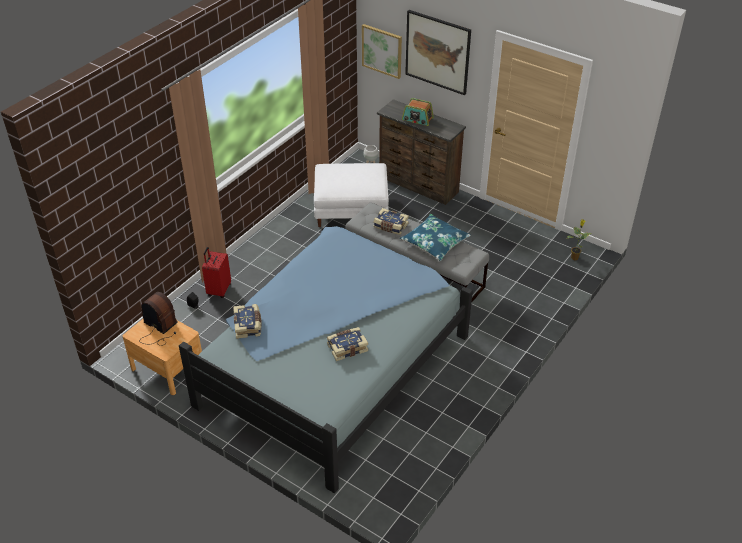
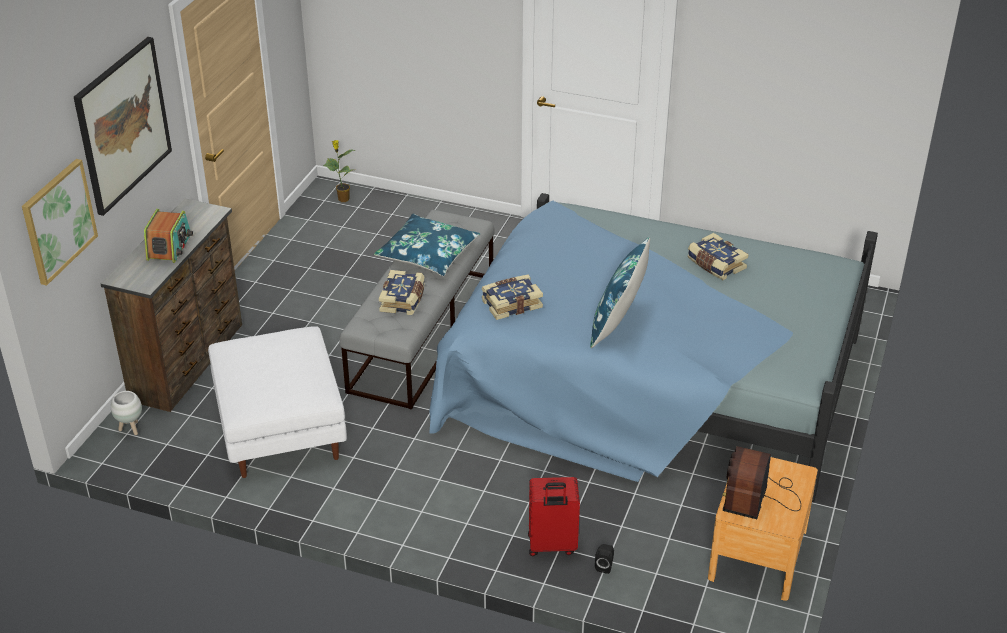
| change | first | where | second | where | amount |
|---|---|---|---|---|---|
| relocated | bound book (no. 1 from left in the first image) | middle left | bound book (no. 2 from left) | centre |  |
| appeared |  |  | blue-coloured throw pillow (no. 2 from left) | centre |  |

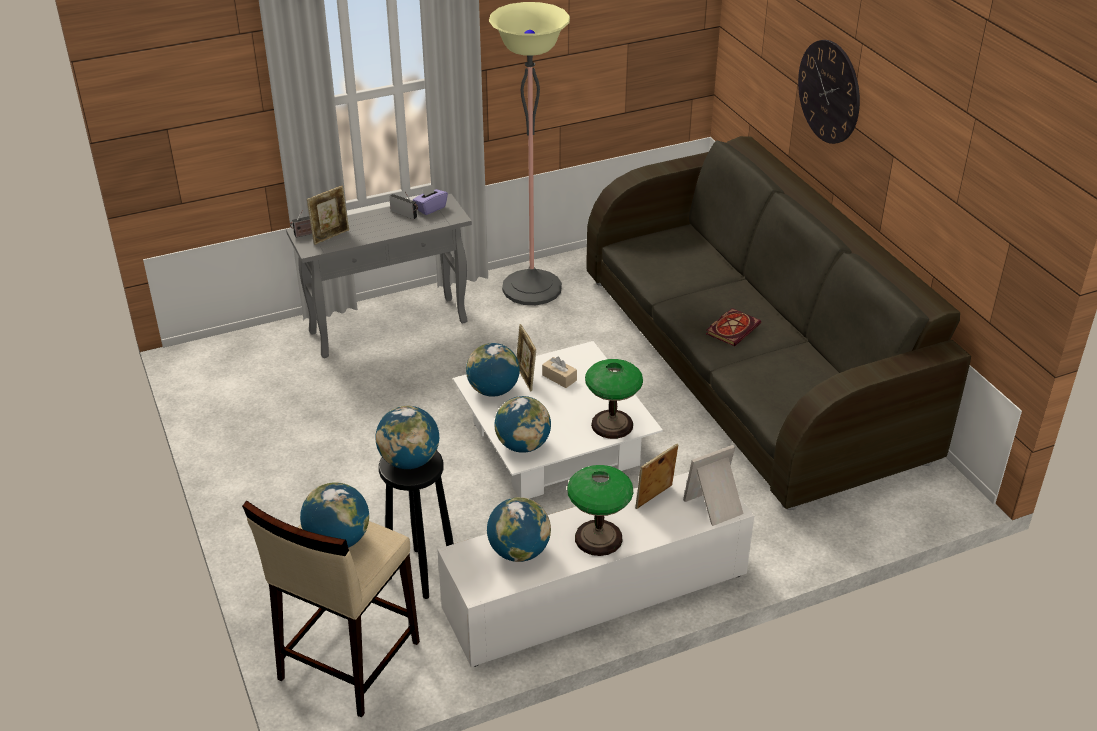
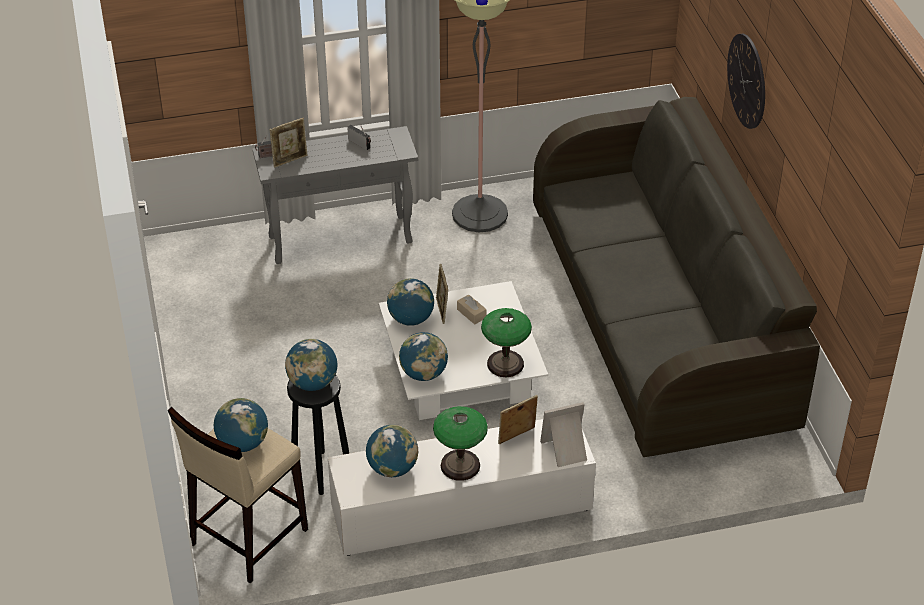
| change | first | where | second | where | amount |
|---|---|---|---|---|---|
| missing | purple tissue box | top centre |  |  |  |
| missing | bound book | middle right |  |  |  |

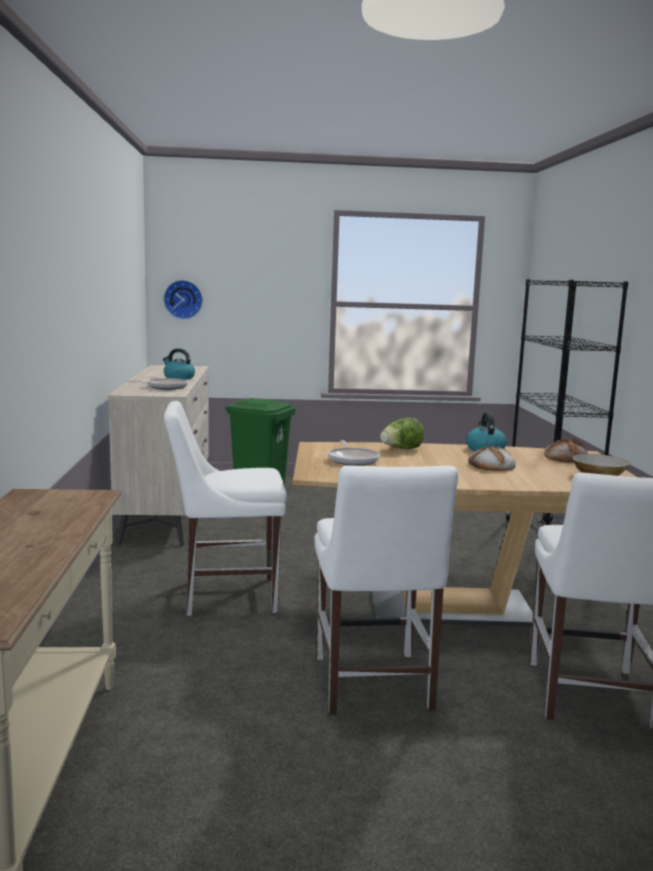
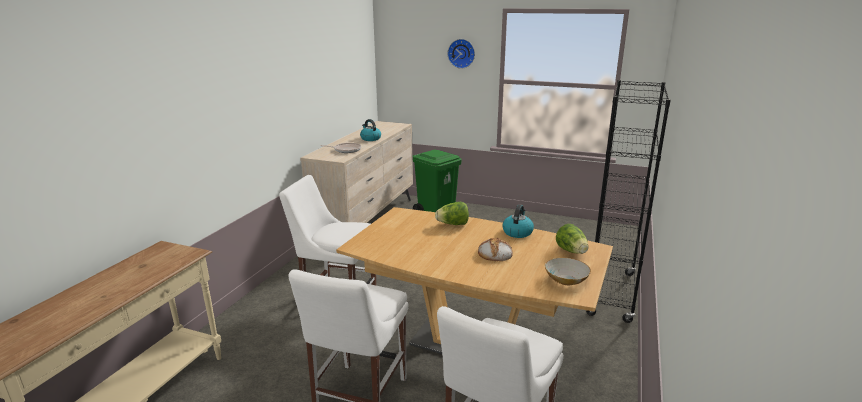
| change | first | where | second | where | amount |
|---|---|---|---|---|---|
| relocated | clock on the wall | middle left |  | top centre |  |
| exchanged | bread (no. 2 from left) | middle right | head of lettuce (no. 2 from left) | centre |  |
| missing | skillet (no. 2 from left) | centre |  |  |  |

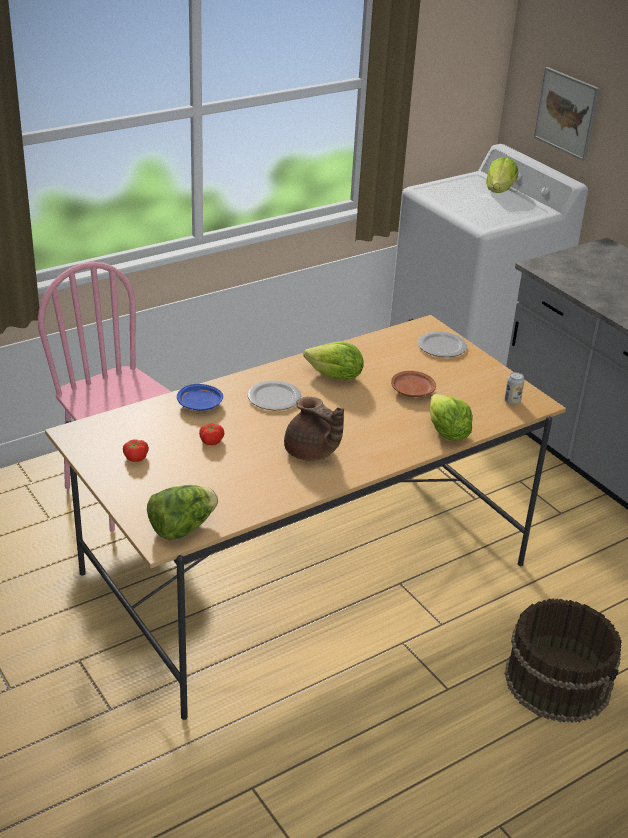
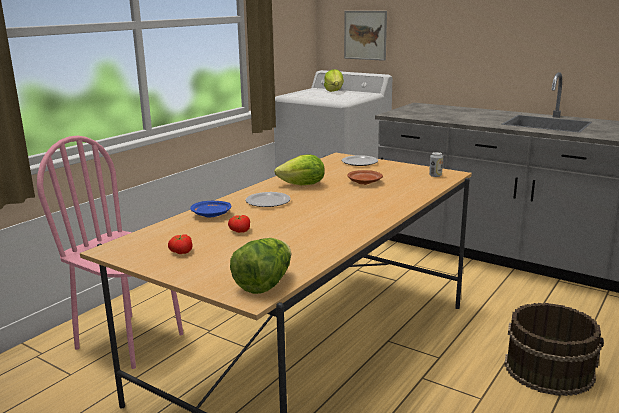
| change | first | where | second | where | amount |
|---|---|---|---|---|---|
| missing | head of lettuce (no. 3 from left) | middle right |  |  |  |
| missing | brown-coloured tea pot | centre |  |  |  |

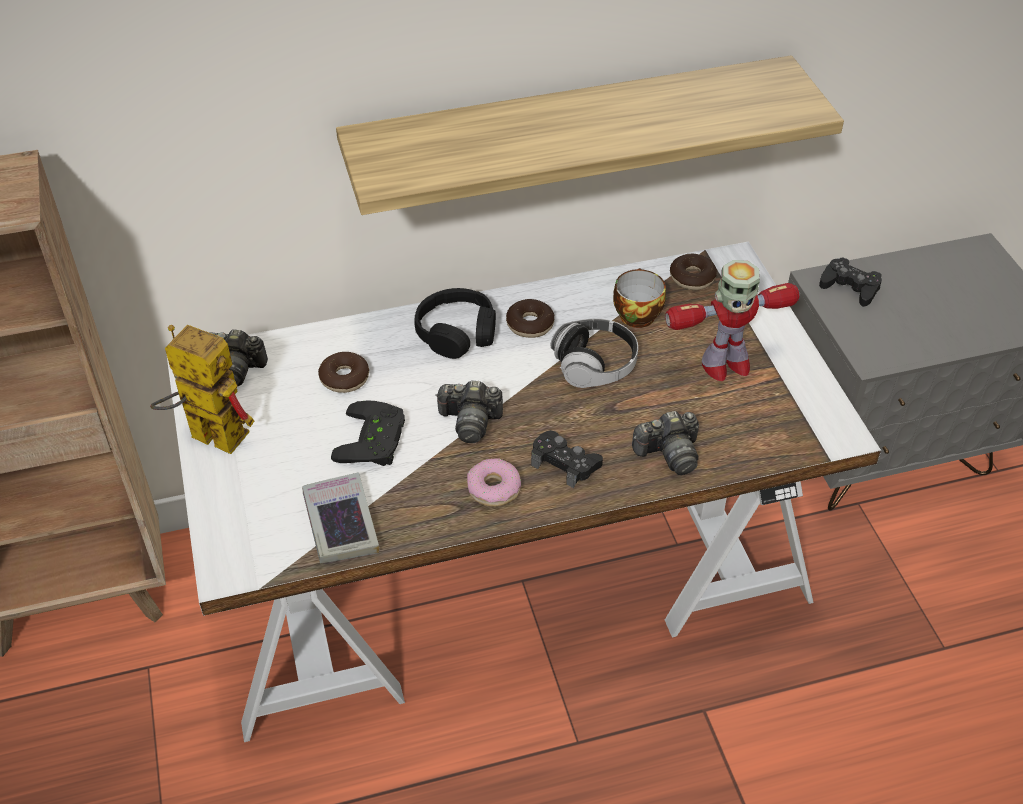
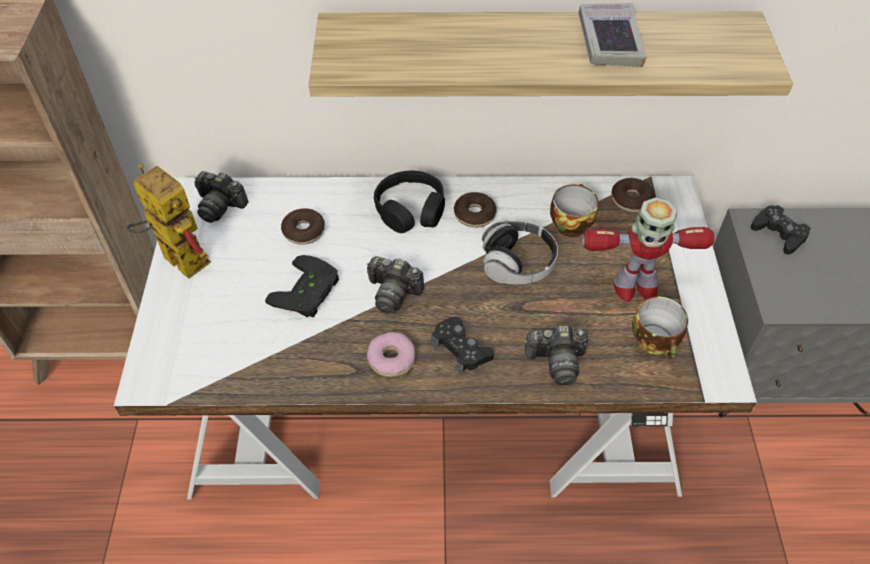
| change | first | where | second | where | amount |
|---|---|---|---|---|---|
| relocated | bound book | middle left |  | top right |  |
| appeared |  |  | cup (no. 2 from left) | middle right |  |

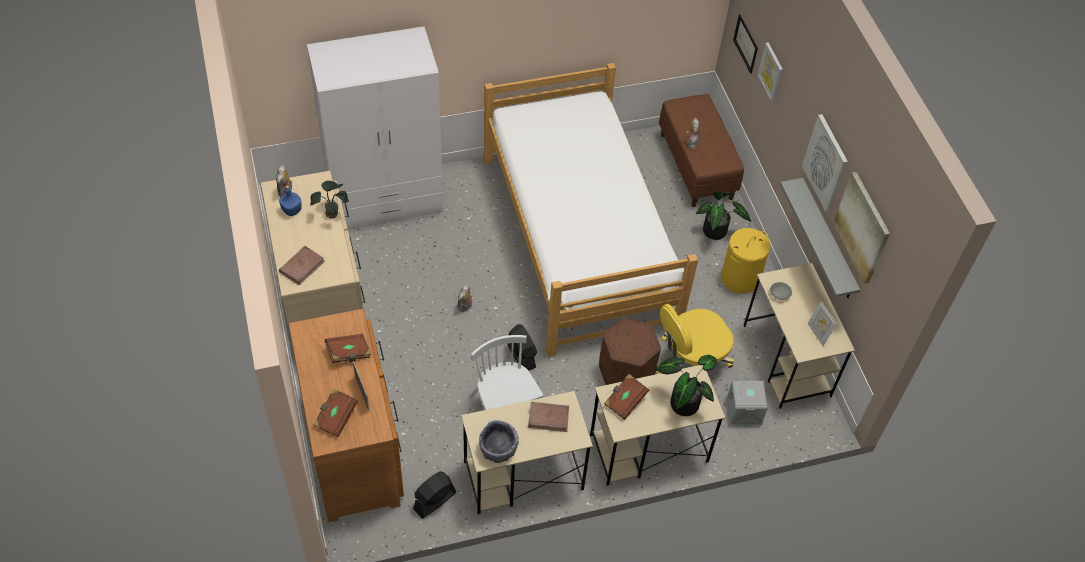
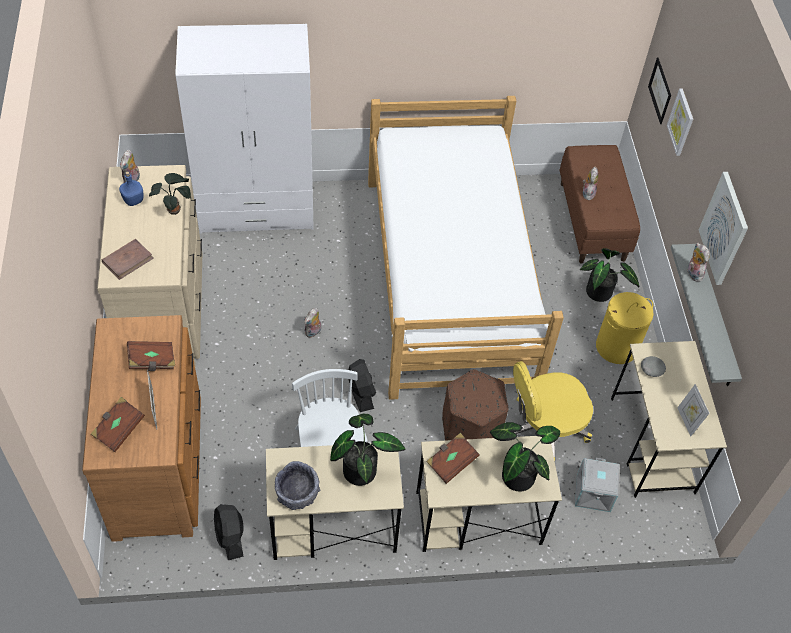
| change | first | where | second | where | amount |
|---|---|---|---|---|---|
| missing | wall picture (no. 4 from left) | middle right |  |  |  |
| exchanged | brown-coloured bound book (no. 4 from left) | bottom centre | potted plant (no. 2 from left) | bottom centre |  |
| spun | black fan (no. 1 from left) | bottom centre |  | bottom left | 75 degrees counterclockwise |
| appeared |  |  | soft toy (no. 4 from left) | middle right |  |

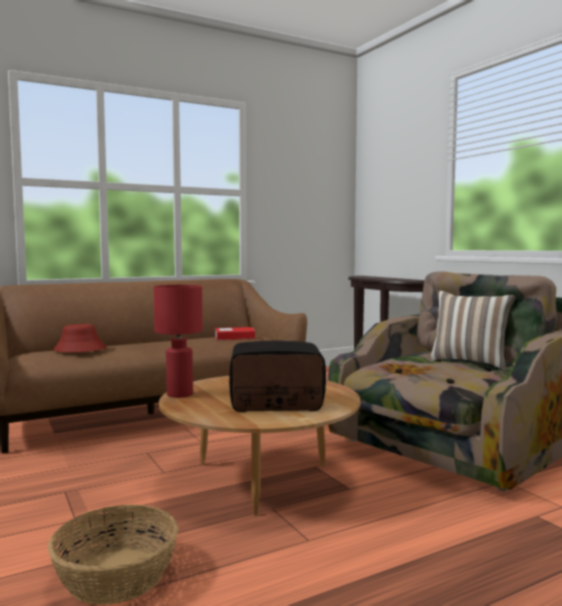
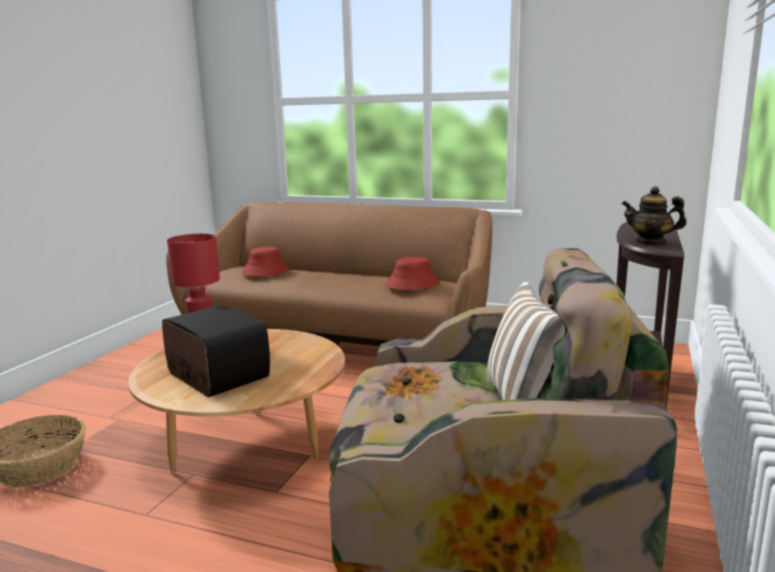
| change | first | where | second | where | amount |
|---|---|---|---|---|---|
| exchanged | bound book | centre | red-coloured wearable hat (no. 2 from left) | centre |  |
| appeared |  |  | tea pot | middle right |  |

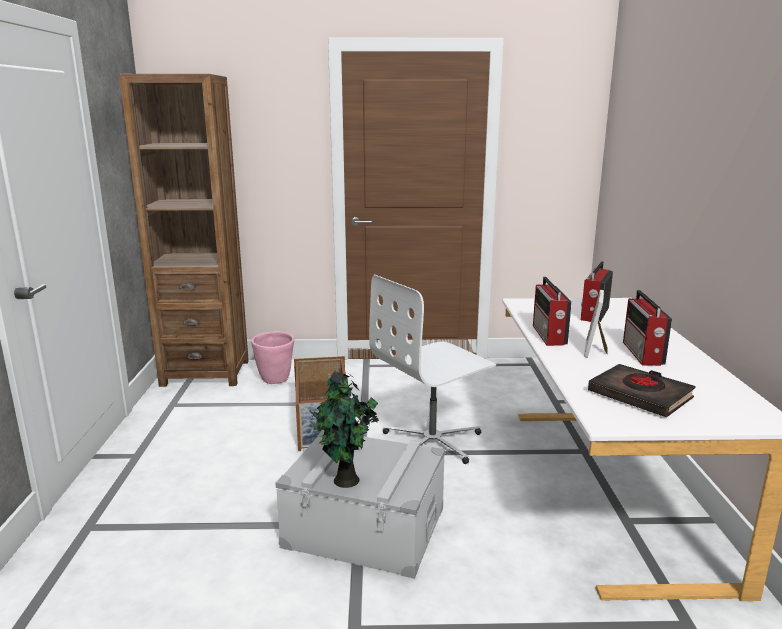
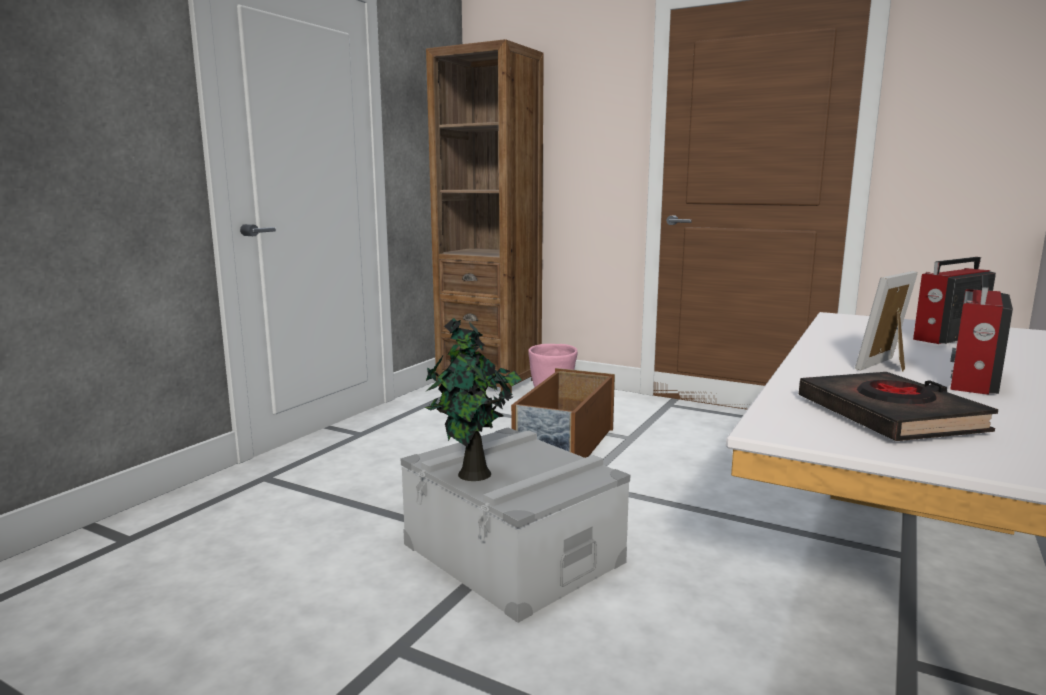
| change | first | where | second | where | amount |
|---|---|---|---|---|---|
| missing | white-coloured office chair | centre |  |  |  |
| missing | radio receiver (no. 1 from left) | middle right |  |  |  |

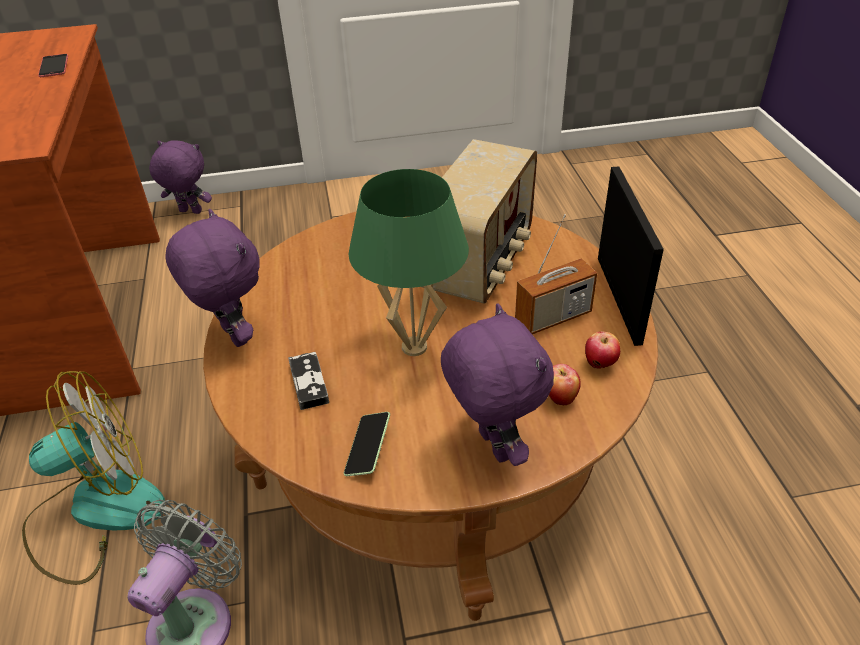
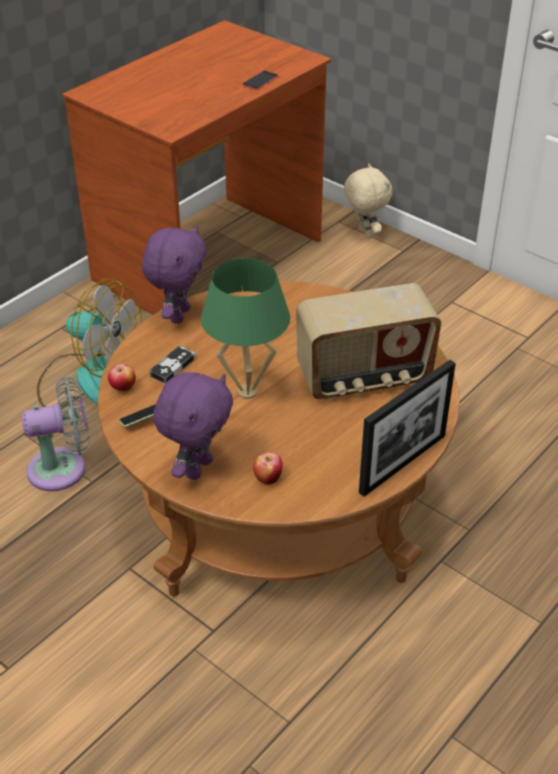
| change | first | where | second | where | amount |
|---|---|---|---|---|---|
| colour | purple soft toy (no. 1 from left) | top left | beige-coloured soft toy | top centre |  |
| missing | radio receiver (no. 2 from left) | centre |  |  |  |
| relocated | whole apple (no. 2 from left in the first image) | middle right | whole apple (no. 1 from left) | middle left |  |

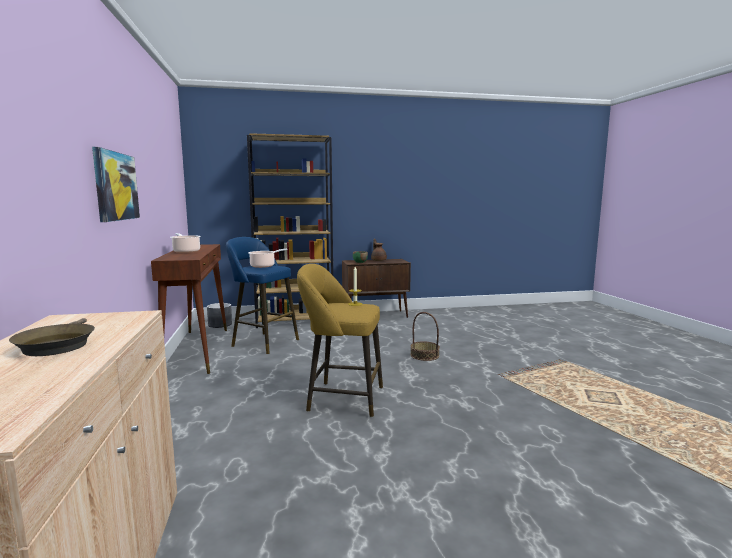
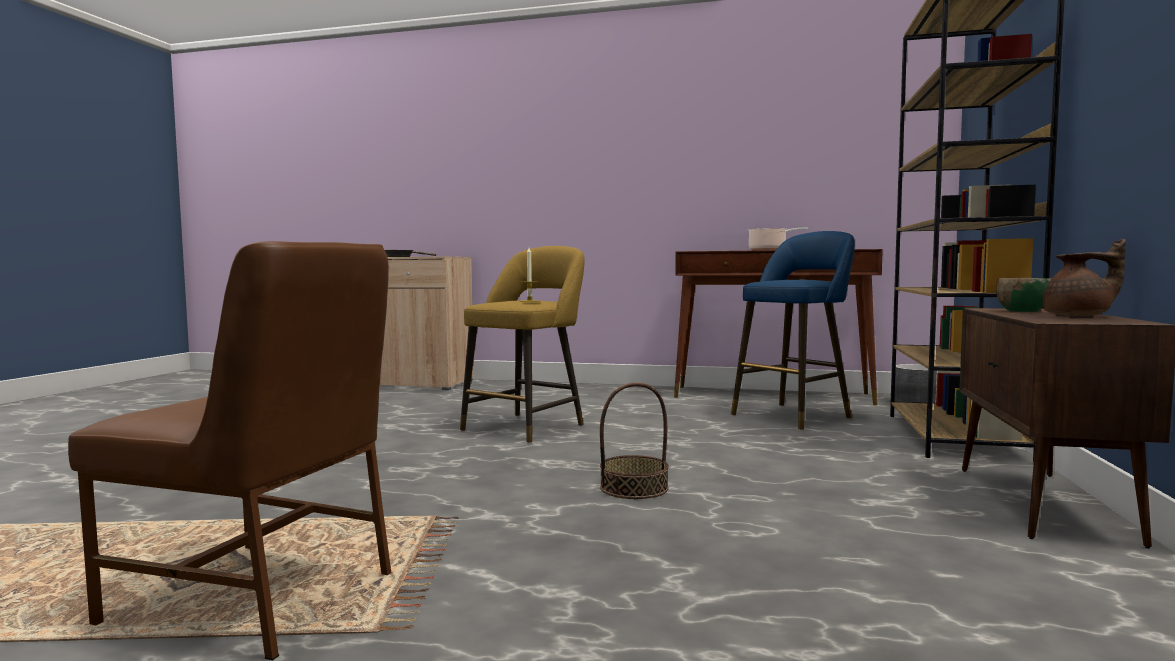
| change | first | where | second | where | amount |
|---|---|---|---|---|---|
| missing | wall picture | top left |  |  |  |
| missing | saucepot (no. 2 from left) | centre |  |  |  |
| appeared |  |  | brown-coloured plain chair | bottom left |  |

